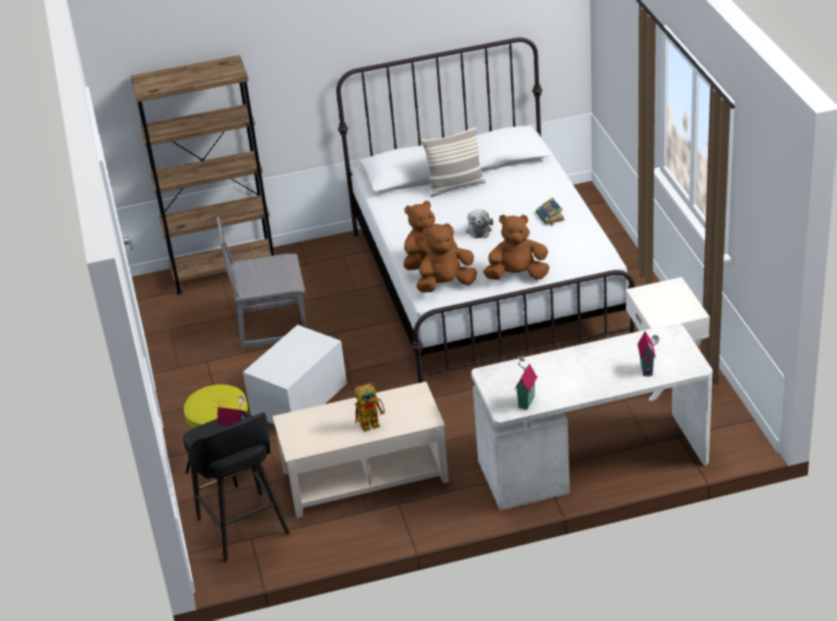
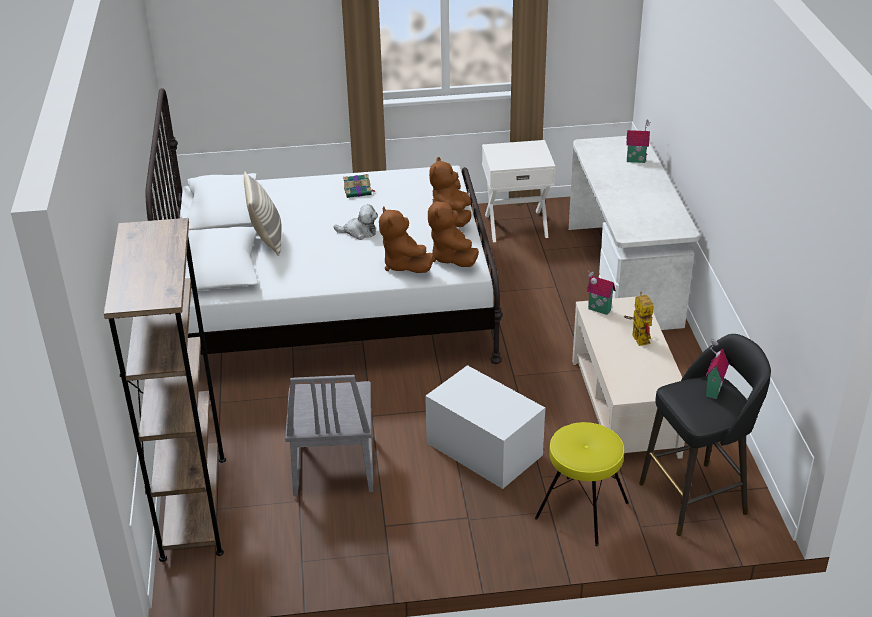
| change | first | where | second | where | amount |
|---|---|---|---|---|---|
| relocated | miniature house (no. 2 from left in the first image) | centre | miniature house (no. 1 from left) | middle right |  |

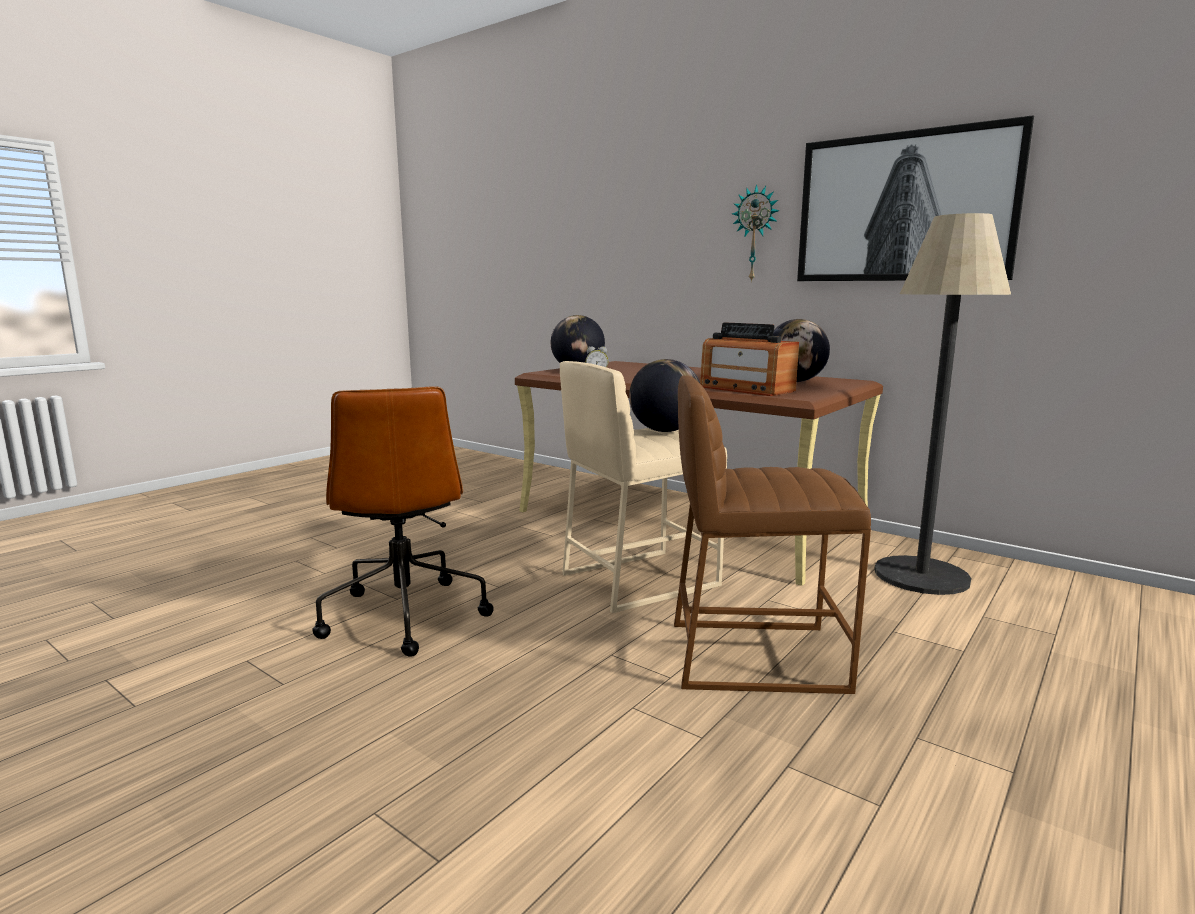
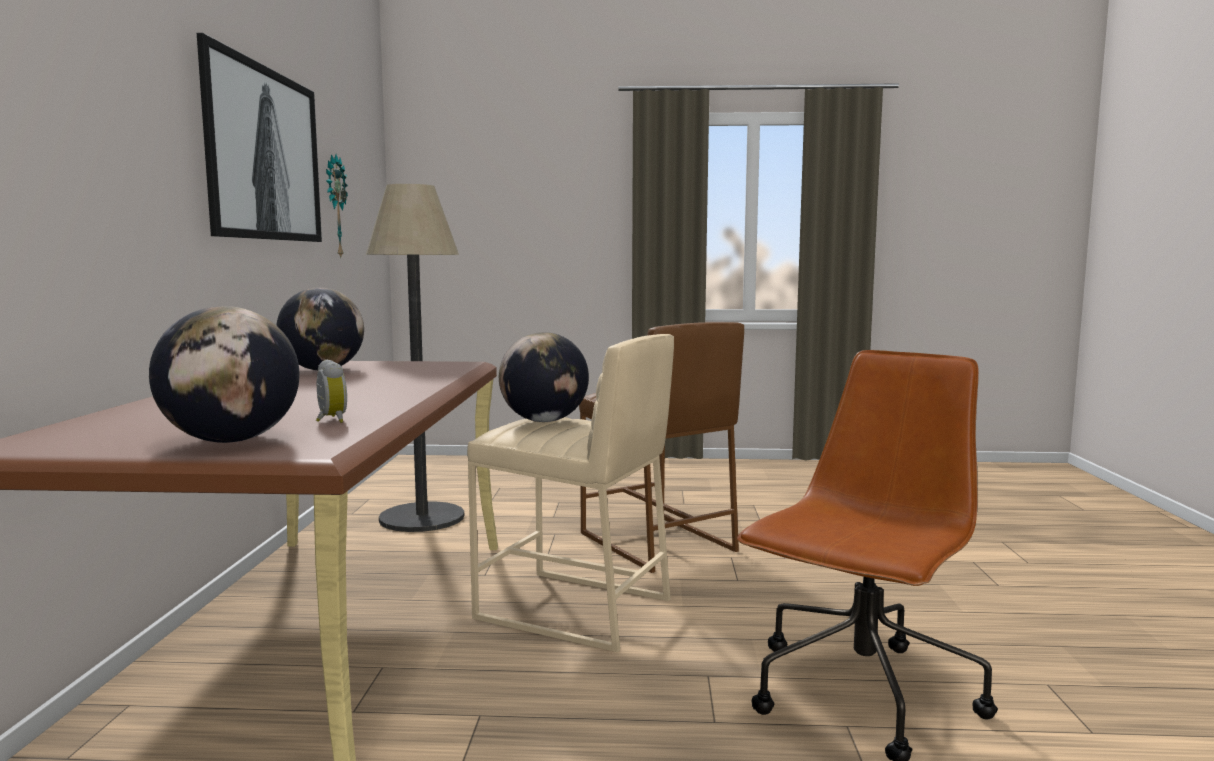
| change | first | where | second | where | amount |
|---|---|---|---|---|---|
| relocated | clock on the wall | top centre |  | top left |  |
| missing | radio receiver | centre |  |  |  |

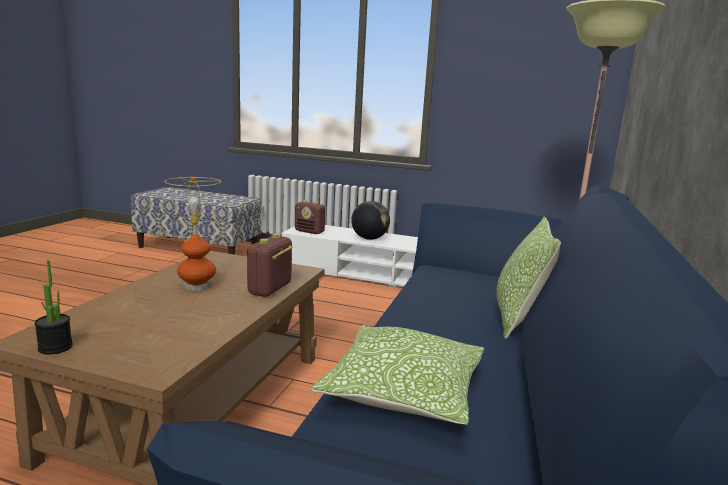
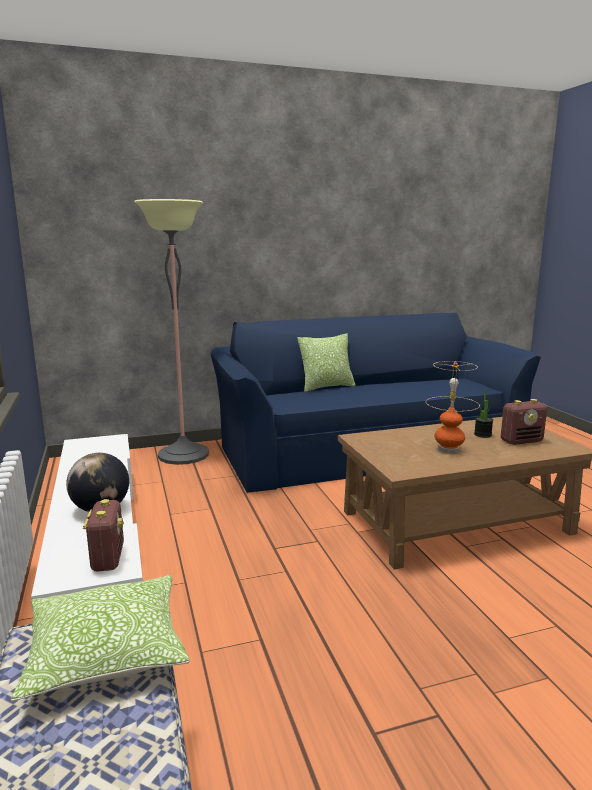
| change | first | where | second | where | amount |
|---|---|---|---|---|---|
| relocated | radio receiver (no. 1 from left in the first image) | centre | radio receiver (no. 2 from left) | middle right |  |
| relocated | potted plant | middle left |  | middle right |  |
| relocated | throw pillow (no. 1 from left) | bottom centre |  | bottom left |  |

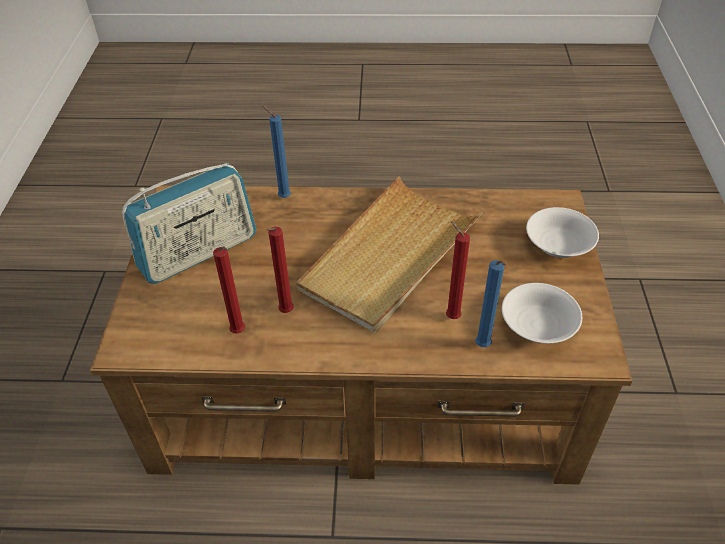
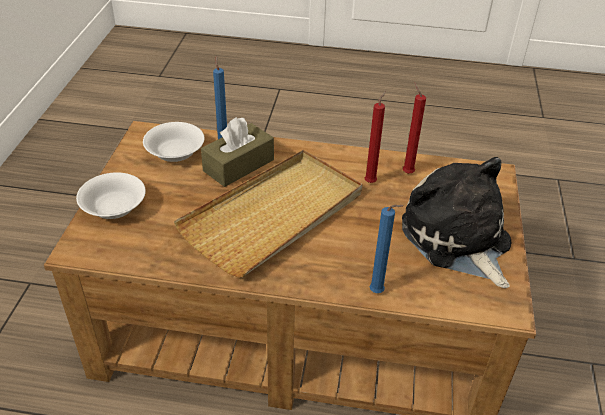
| change | first | where | second | where | amount |
|---|---|---|---|---|---|
| exchanged | radio receiver | middle left | soft toy | middle right |  |
| exchanged | red-coloured candle (no. 3 from left) | centre | brown-coloured tissue box | centre |  |

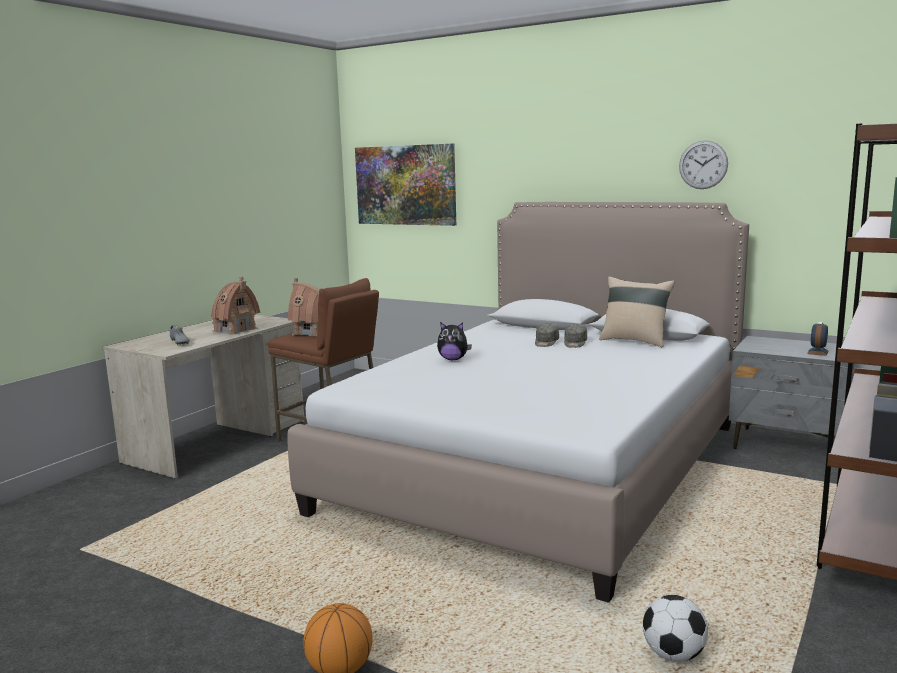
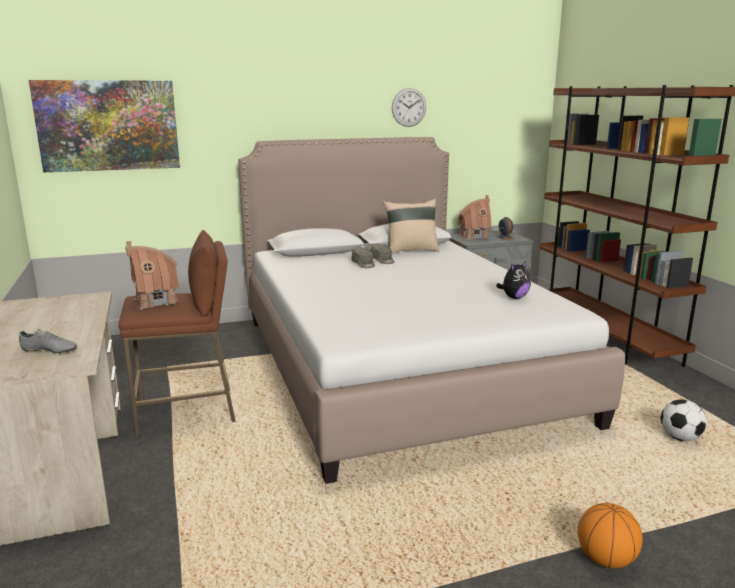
| change | first | where | second | where | amount |
|---|---|---|---|---|---|
| relocated | miniature house (no. 1 from left in the first image) | middle left | miniature house (no. 2 from left) | centre |  |
| relocated | soft toy | centre |  | middle right |  |

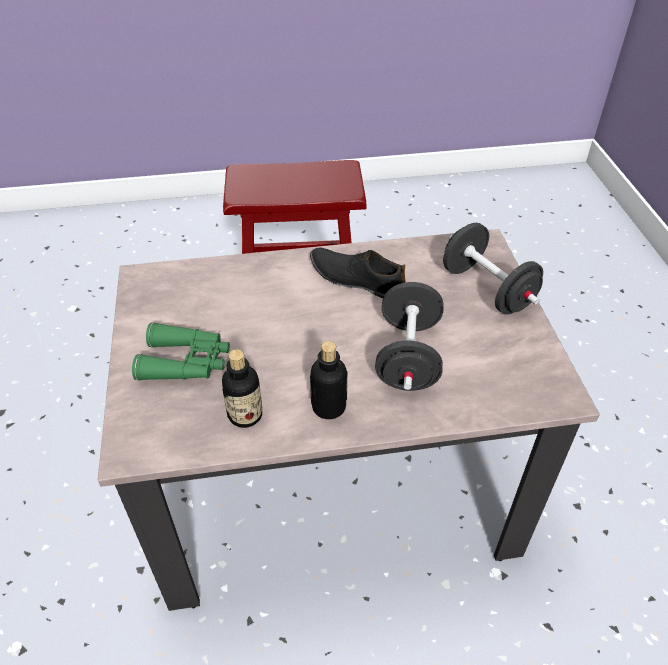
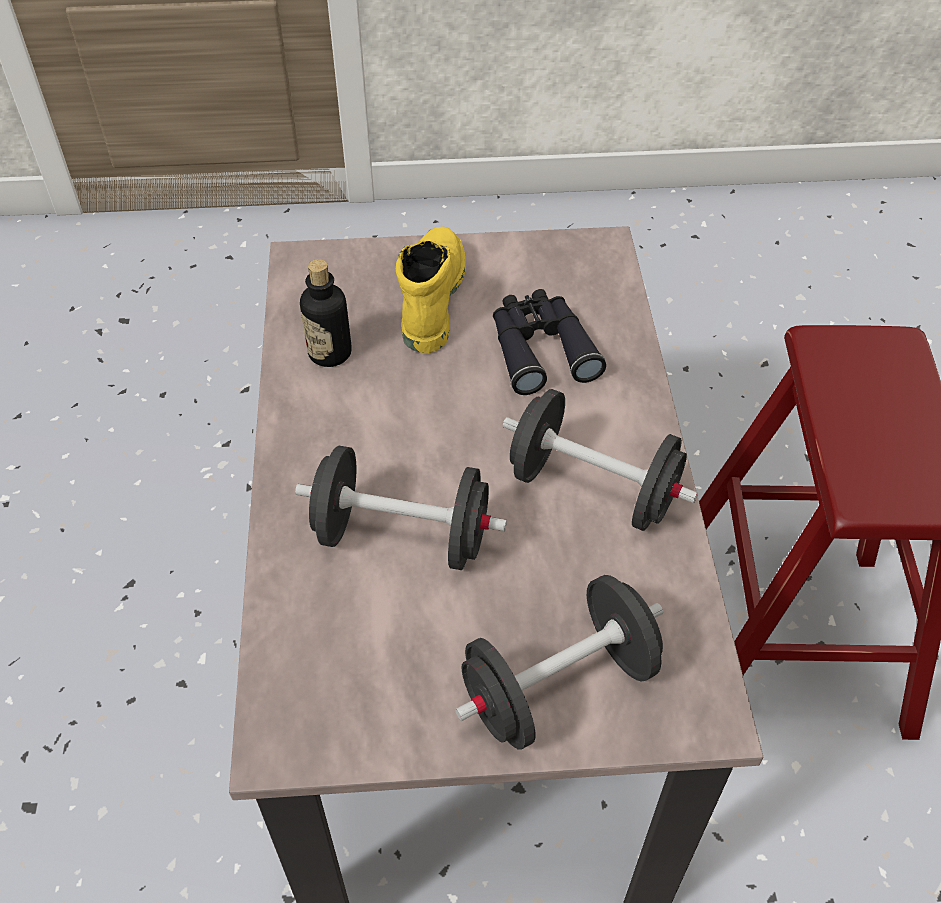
| change | first | where | second | where | amount |
|---|---|---|---|---|---|
| exchanged | black item of footwear | centre | black dumbbell (no. 3 from left) | centre |  |
| exchanged | green pair of binoculars | middle left | yellow-coloured boot | top centre |  |
| missing | beverage bottle (no. 2 from left) | centre |  |  |  |
| appeared |  |  | black pair of binoculars | centre |  |

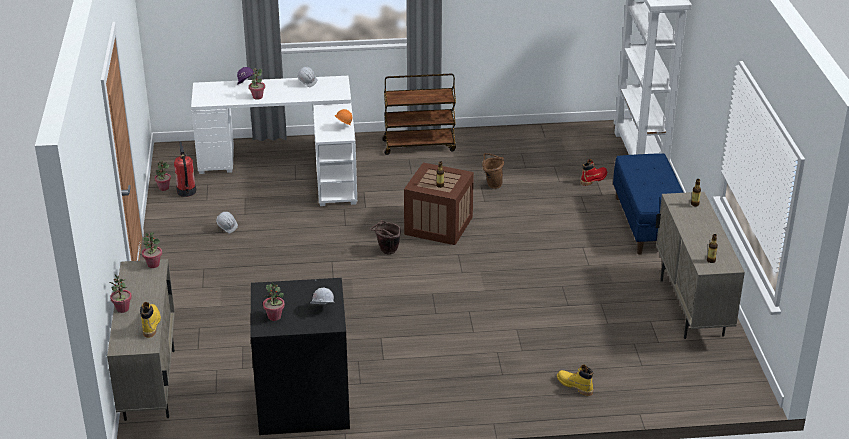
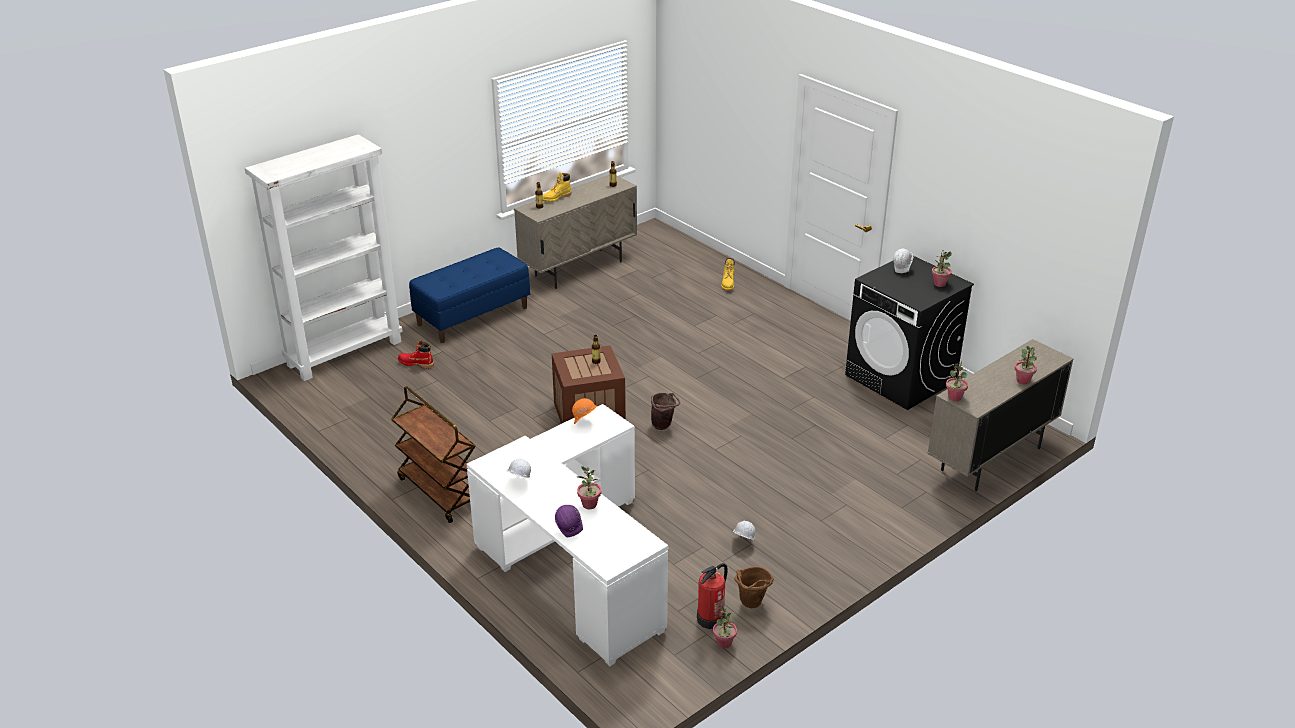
| change | first | where | second | where | amount |
|---|---|---|---|---|---|
| relocated | brown-coloured water bucket (no. 2 from left) | centre |  | bottom centre |  |
| relocated | yellow-coloured boot (no. 1 from left) | bottom left |  | top centre |  |

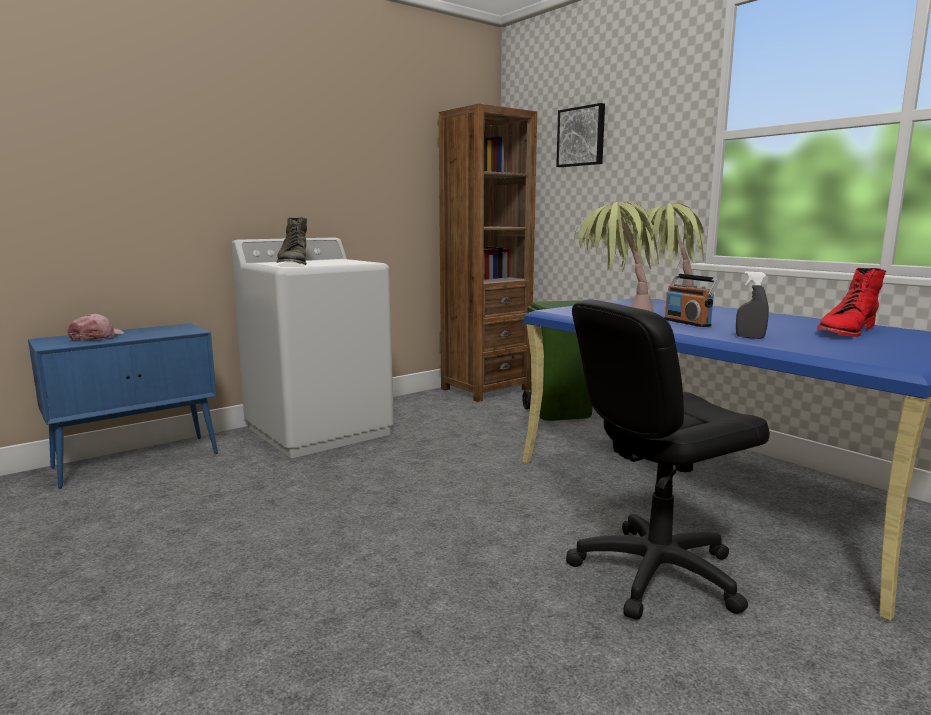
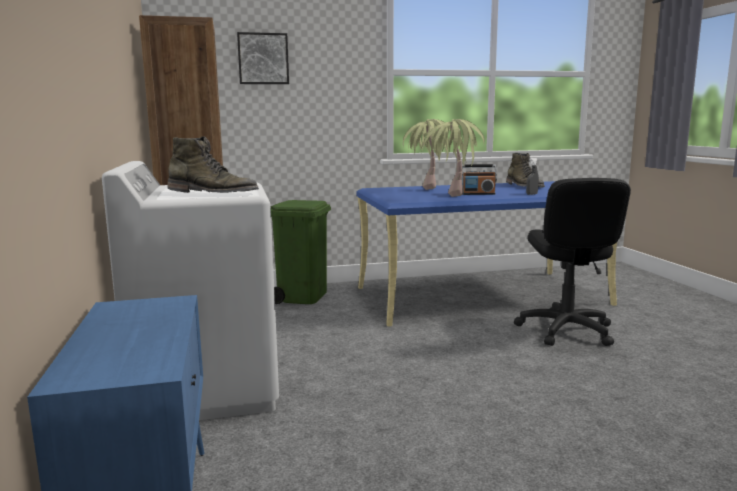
| change | first | where | second | where | amount |
|---|---|---|---|---|---|
| colour | red-coloured boot | middle right | green boot (no. 2 from left) | middle right |  |
| missing | pink-coloured cap | middle left |  |  |  |

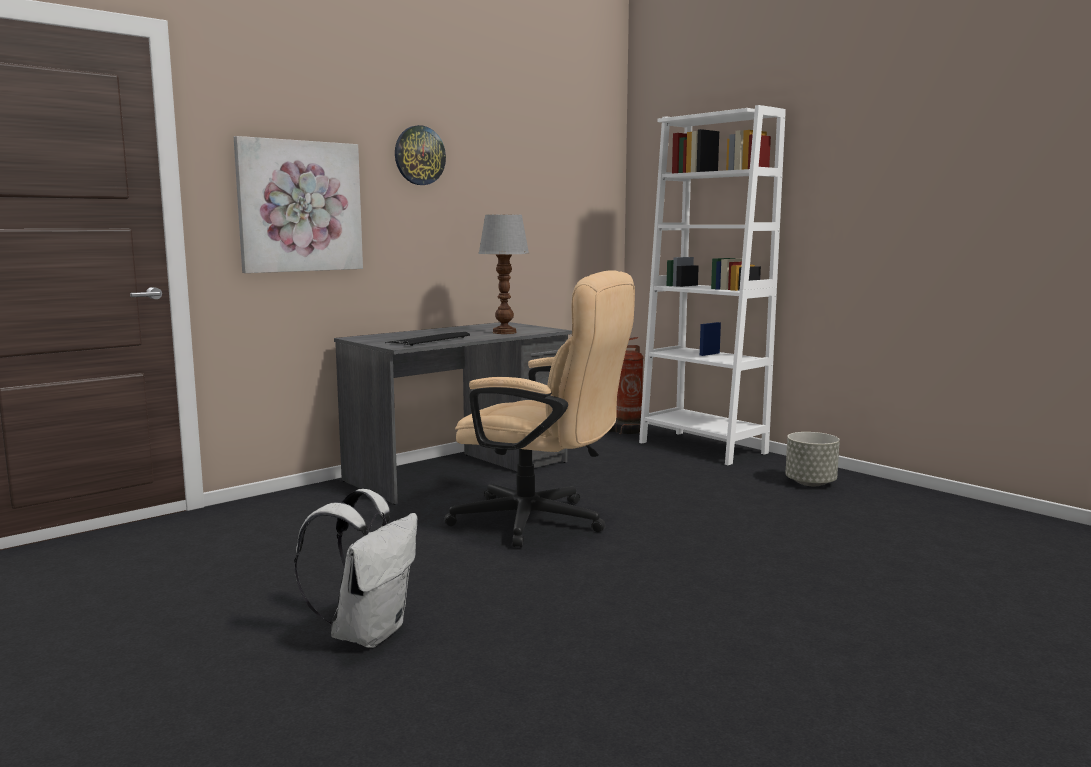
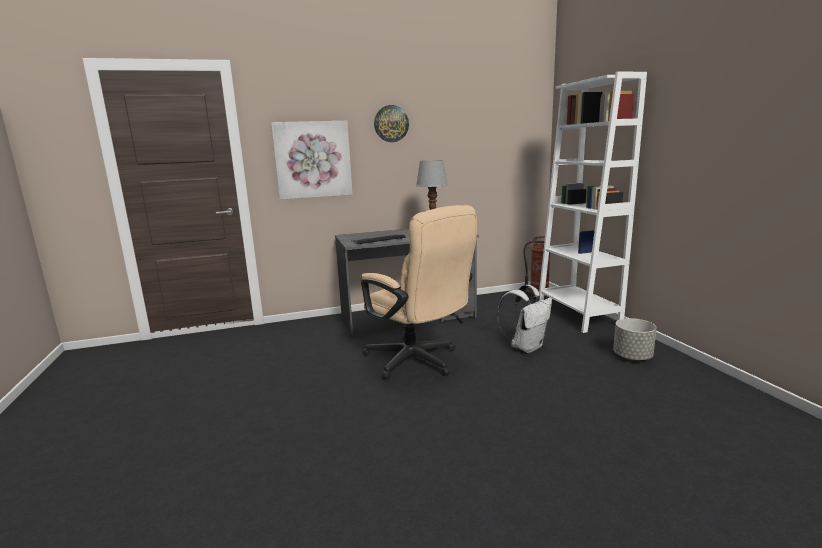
| change | first | where | second | where | amount |
|---|---|---|---|---|---|
| relocated | white-coloured rucksack | bottom left |  | centre |  |

